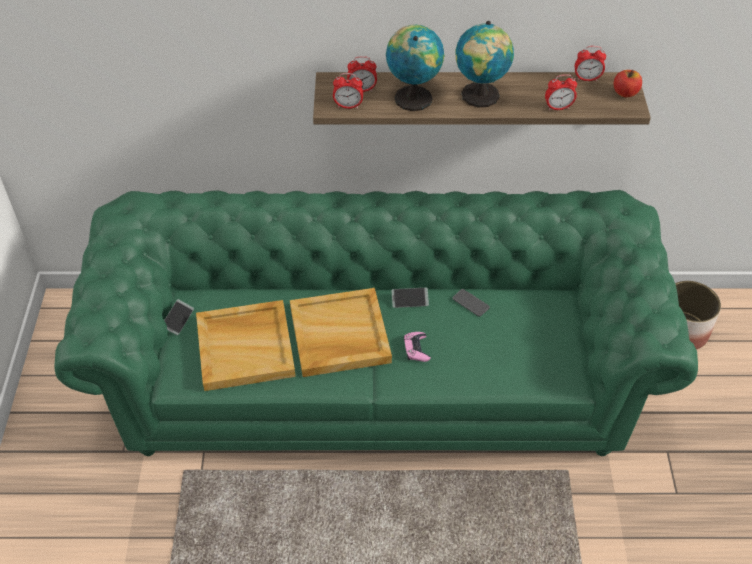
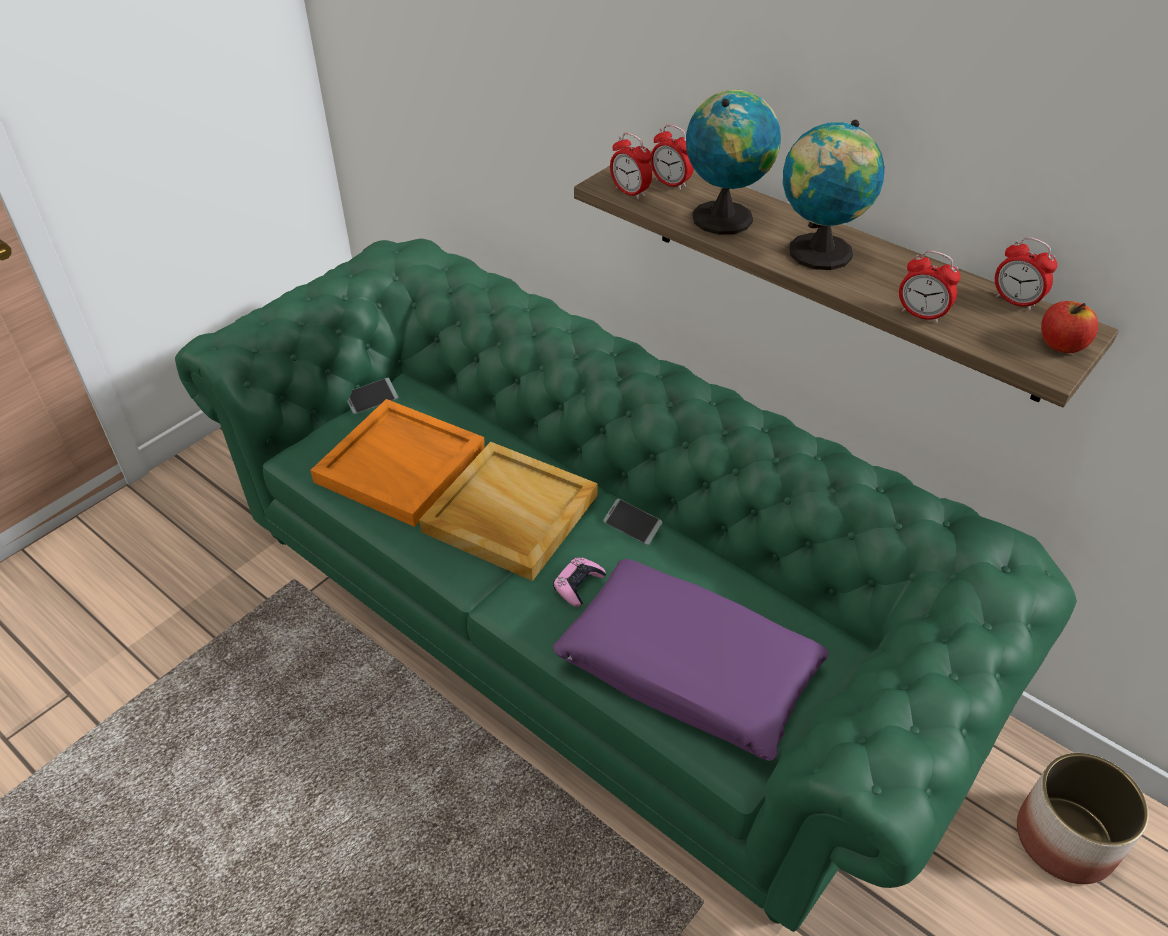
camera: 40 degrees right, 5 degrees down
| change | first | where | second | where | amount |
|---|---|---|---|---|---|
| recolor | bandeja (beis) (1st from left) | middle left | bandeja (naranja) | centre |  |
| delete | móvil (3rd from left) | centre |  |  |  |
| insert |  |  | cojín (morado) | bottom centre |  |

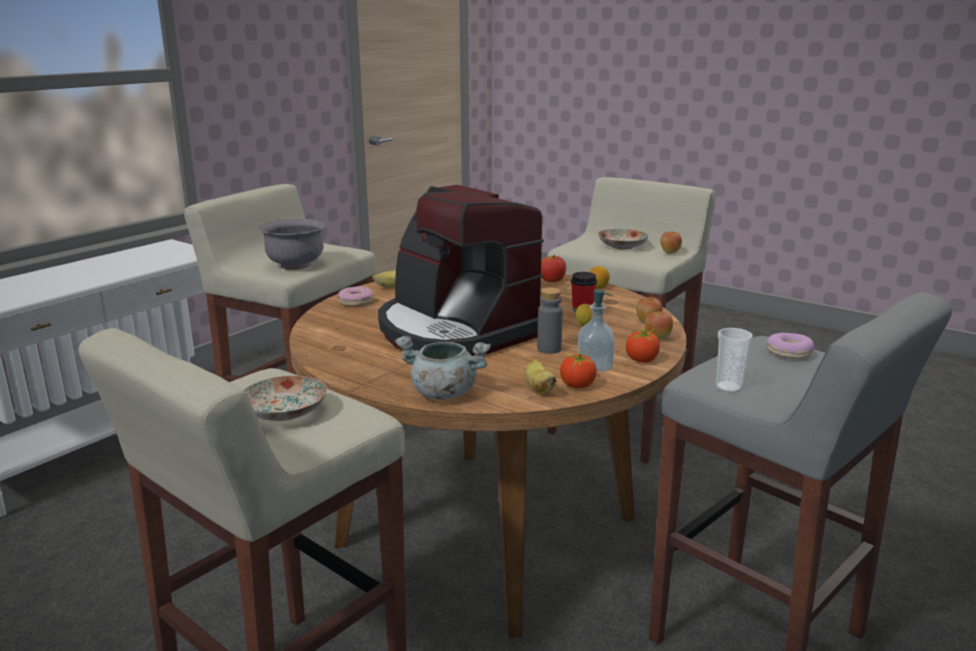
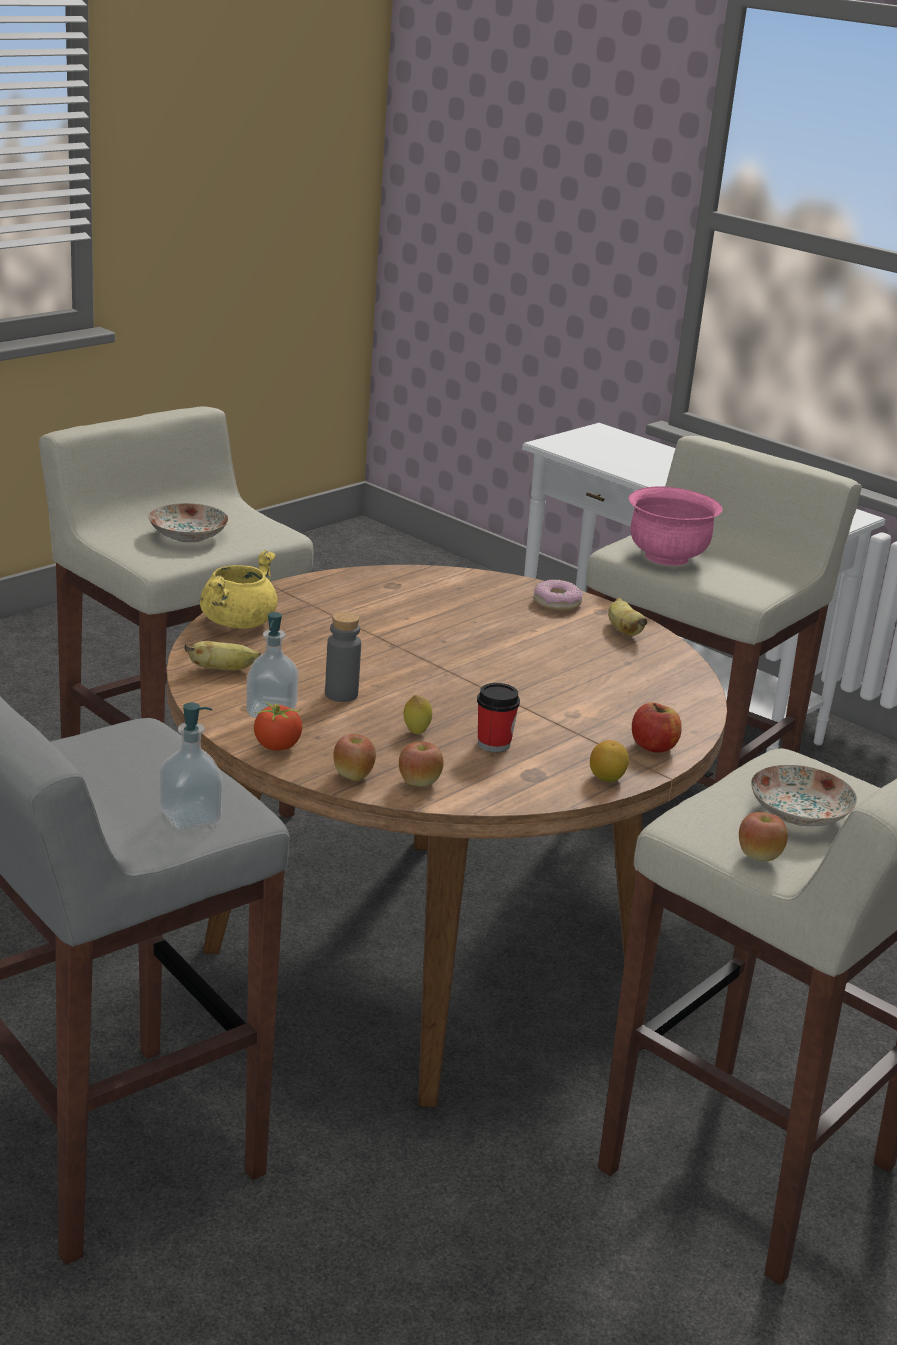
camera: 95 degrees right, 5 degrees up
| change | first | where | second | where | amount |
|---|---|---|---|---|---|
| recolor | cuenco (gris) | middle left | cuenco (rosa) | middle right |  |
| delete | cafetera | centre |  |  |  |
| recolor | olla (gris) | centre | olla (amarillo) | middle left |  |
| delete | tomate (1st from left) | centre |  |  |  |
| delete | taza (2nd from left) | middle right |  |  |  |
| replace | rosquilla (2nd from left) | middle right | dispensador de jabón (1st from left) | middle left |  |

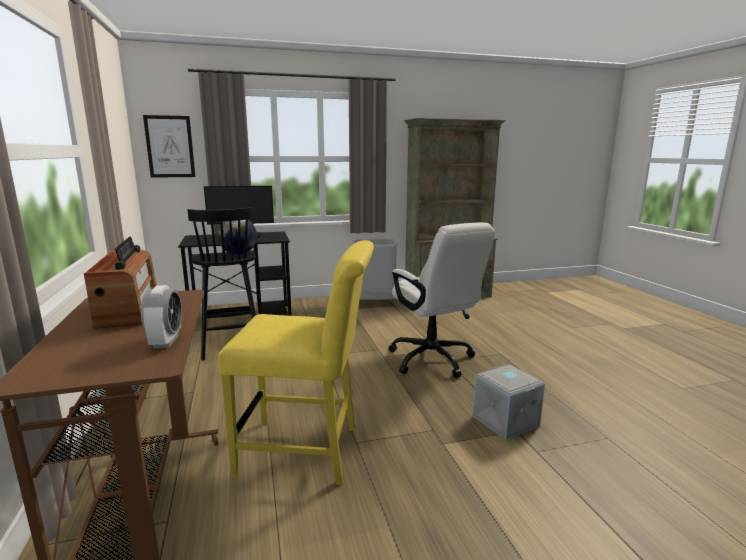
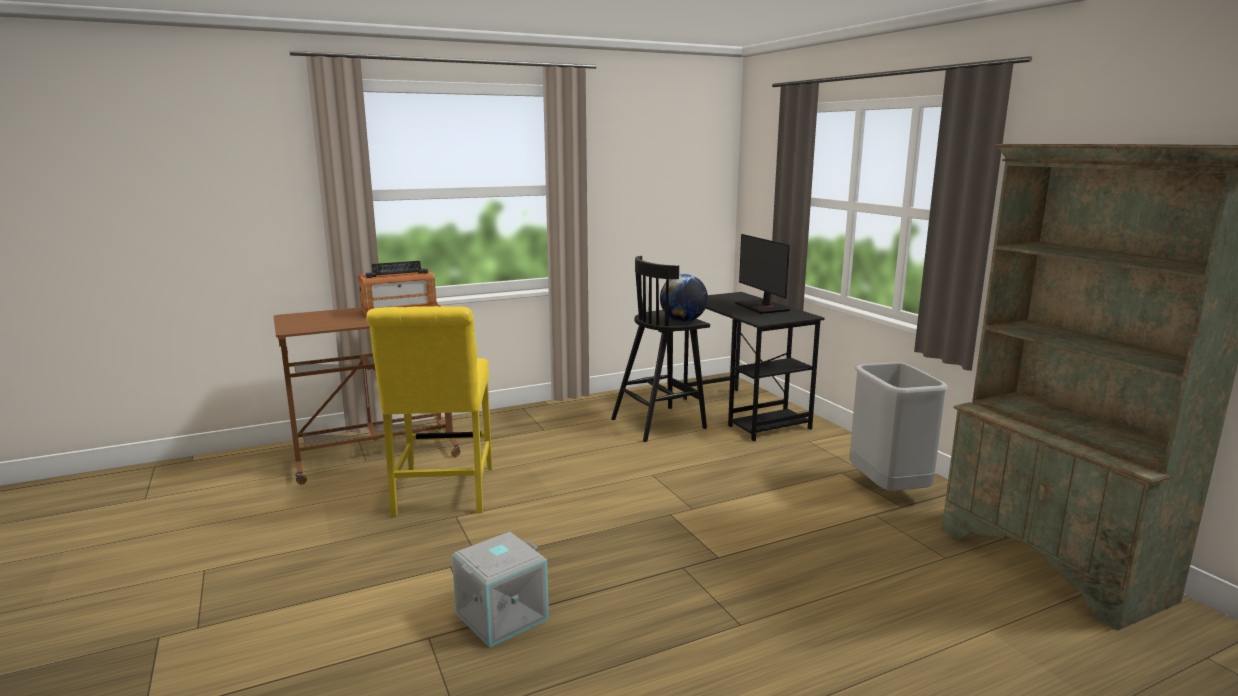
camera: 80 degrees right, 0 degrees up
| change | first | where | second | where | amount |
|---|---|---|---|---|---|
| delete | despertador | middle left |  |  |  |
| delete | cuadro | top left |  |  |  |
| delete | silla de oficina (blanco) | centre |  |  |  |

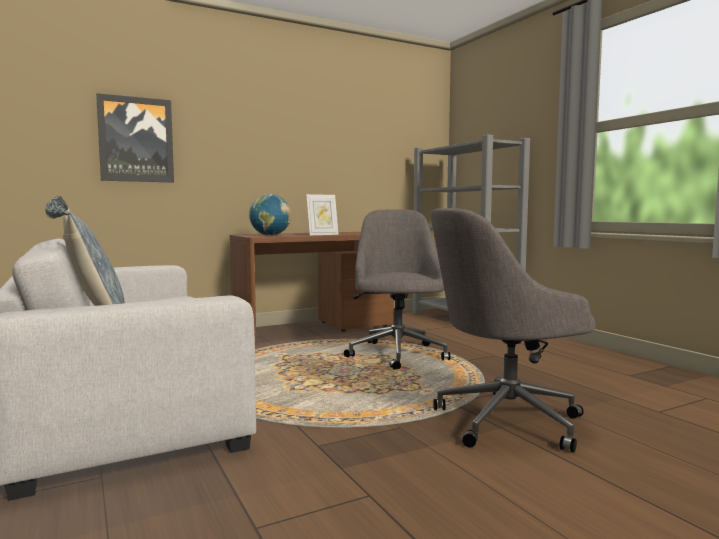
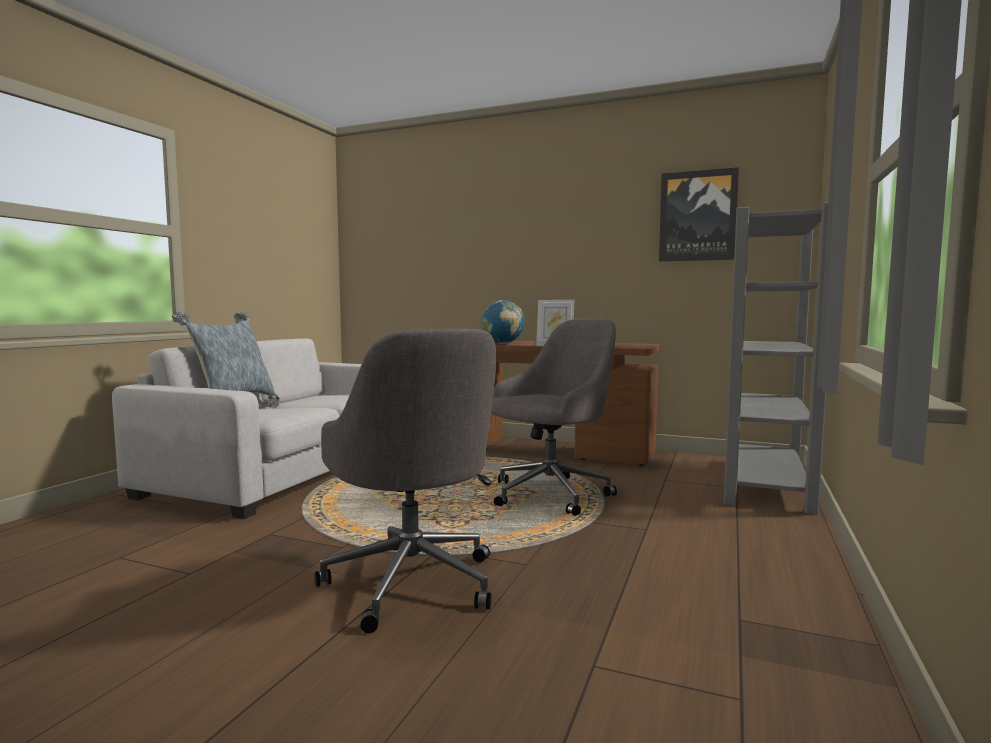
camera: 50 degrees right, 0 degrees up
| change | first | where | second | where | amount |
|---|---|---|---|---|---|
| move | cuadro | top left |  | top right |  |
| rotate | silla de oficina (gris) (2nd from left in the first image) | middle right | silla de oficina (gris) (1st from left) | centre | 150 degrees counterclockwise |

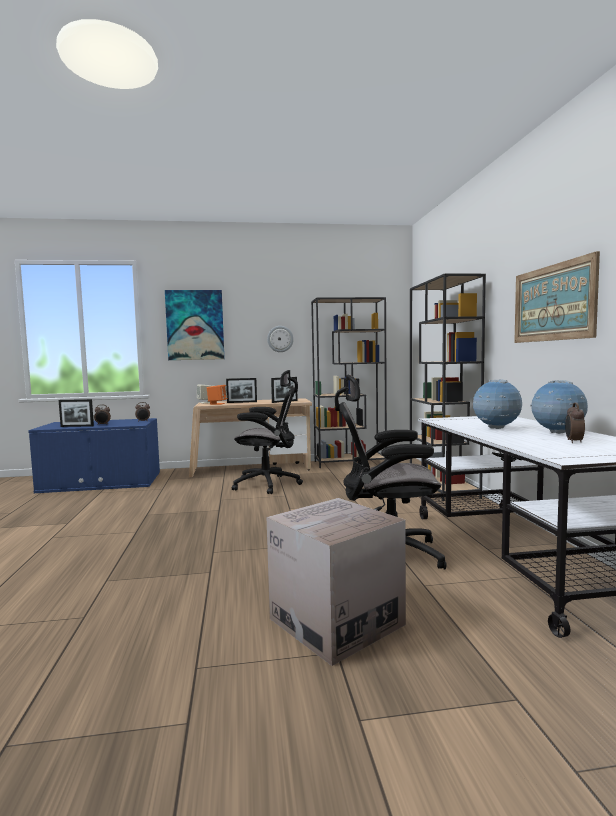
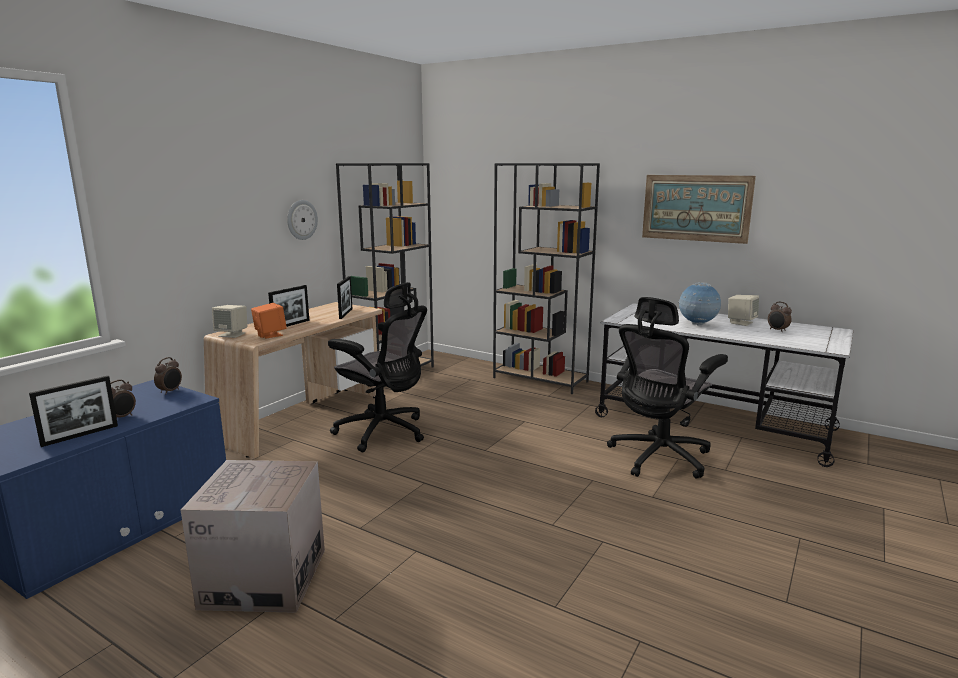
camera: 50 degrees left, 10 degrees up
| change | first | where | second | where | amount |
|---|---|---|---|---|---|
| delete | cuadro (1st from left) | middle left |  |  |  |
| rotate | silla de oficina (1st from left) | centre |  | centre | 75 degrees clockwise |
| move | caja de cartón | bottom centre |  | bottom left |  |
| replace | globo terráqueo (2nd from left) | middle right | altavoz (beis) (2nd from left) | middle right |  |

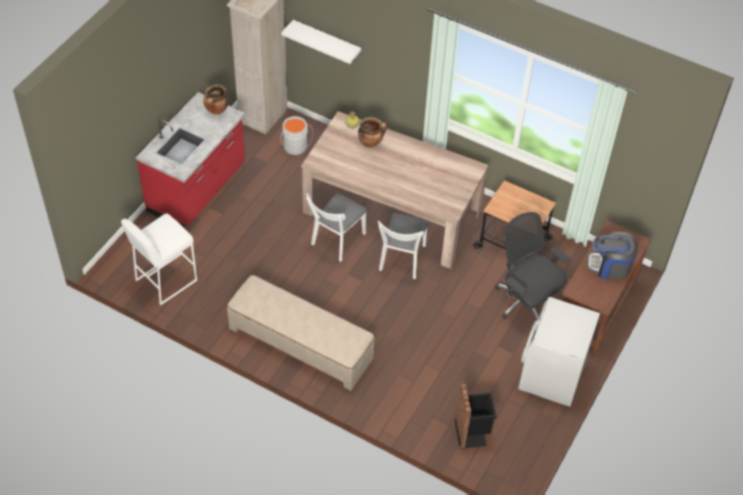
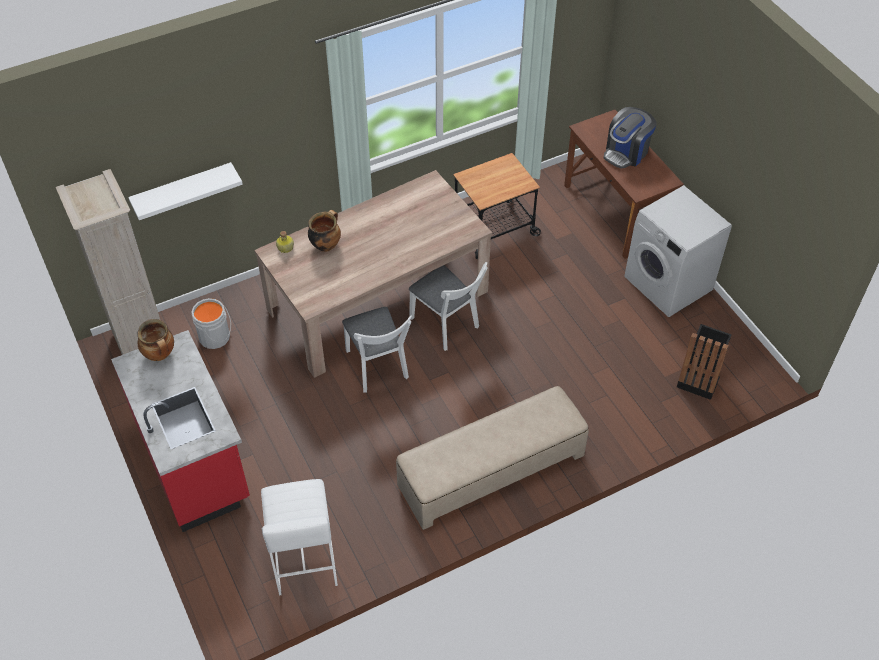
camera: 55 degrees left, 0 degrees up
| change | first | where | second | where | amount |
|---|---|---|---|---|---|
| delete | silla de oficina | middle right |  |  |  |

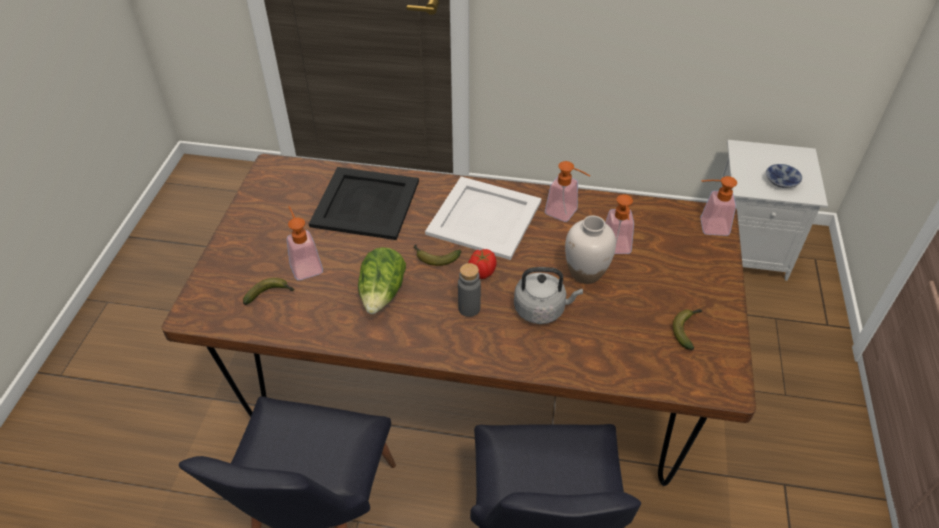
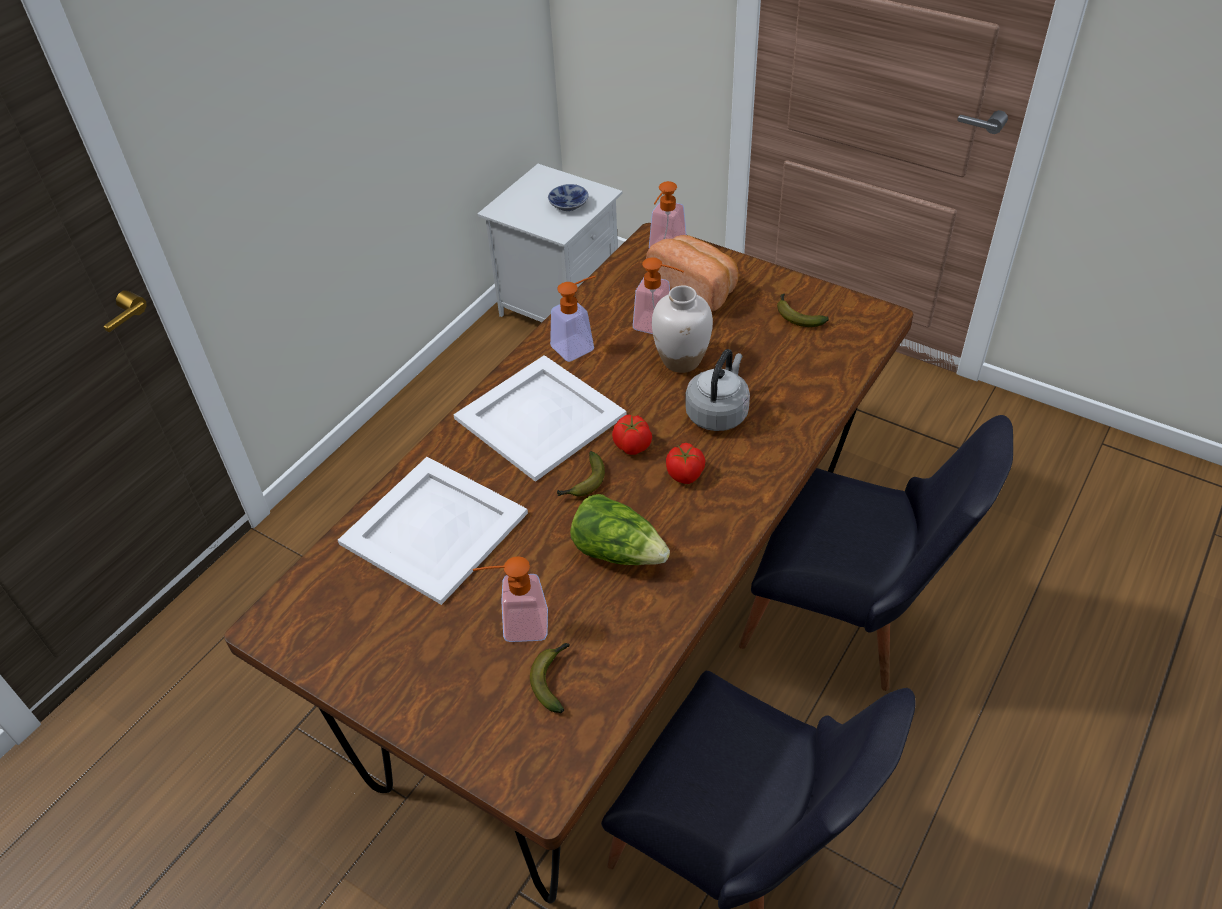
camera: 65 degrees left, 0 degrees up
| change | first | where | second | where | amount |
|---|---|---|---|---|---|
| recolor | bandeja (negro) | centre | bandeja (blanco) (1st from left) | centre |  |
| replace | botella (gris) | centre | tomate (2nd from left) | centre |  |
| insert |  |  | pan | top centre |  |

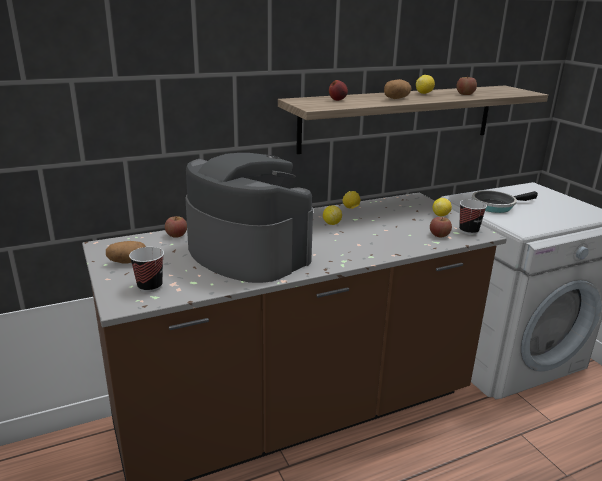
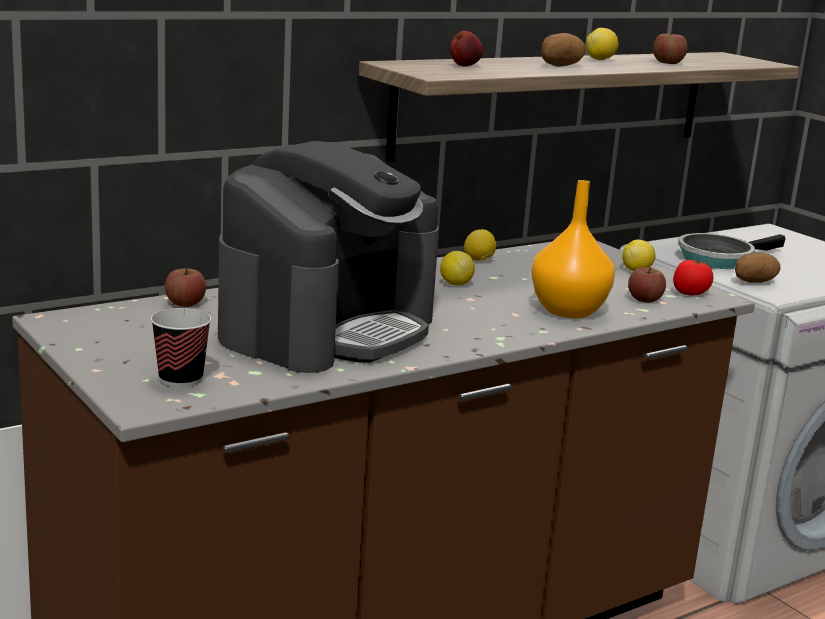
camera: 10 degrees left, 5 degrees down
| change | first | where | second | where | amount |
|---|---|---|---|---|---|
| move | patata (1st from left in the first image) | middle left | patata (2nd from left) | middle right |  |
| rotate | cafetera | centre |  | centre | 90 degrees clockwise |
| replace | taza (2nd from left) | middle right | tomate | middle right |  |
| insert |  |  | florero (naranja) | middle right |  |

